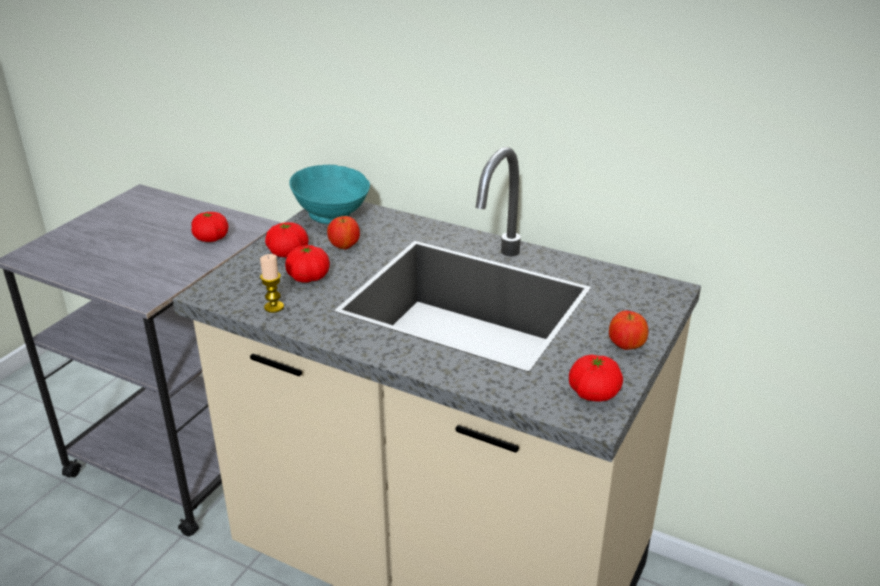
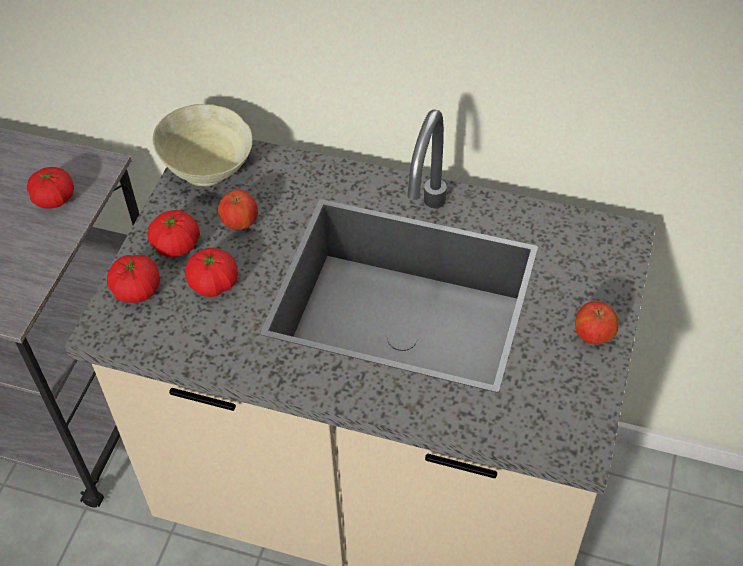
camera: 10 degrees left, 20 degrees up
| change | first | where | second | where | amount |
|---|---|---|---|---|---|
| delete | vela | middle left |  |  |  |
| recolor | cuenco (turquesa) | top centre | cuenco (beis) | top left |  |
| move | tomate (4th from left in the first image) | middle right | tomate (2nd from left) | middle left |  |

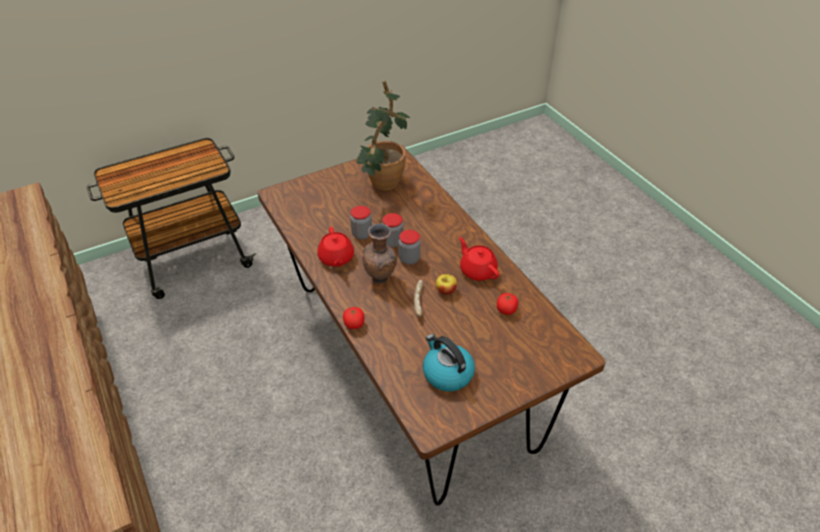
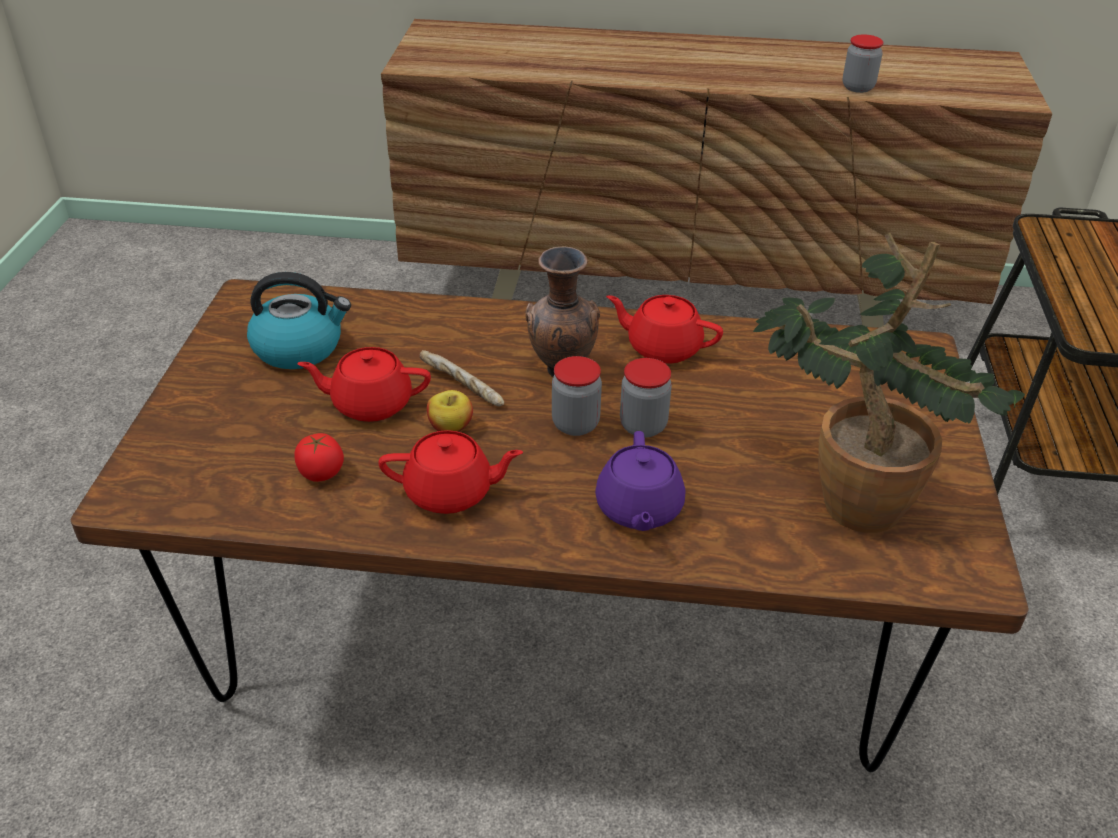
camera: 125 degrees right, 5 degrees down
| change | first | where | second | where | amount |
|---|---|---|---|---|---|
| delete | tomate (1st from left) | centre |  |  |  |
| move | tarro (1st from left in the first image) | centre | tarro (3rd from left) | top right |  |
| insert |  |  | tetera (rojo) (1st from left) | middle left |  |
| insert |  |  | tetera (morado) | centre |  |

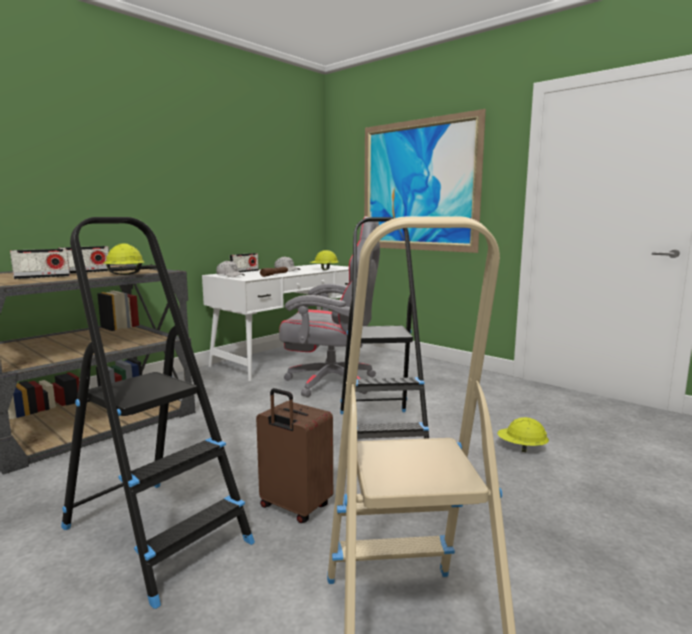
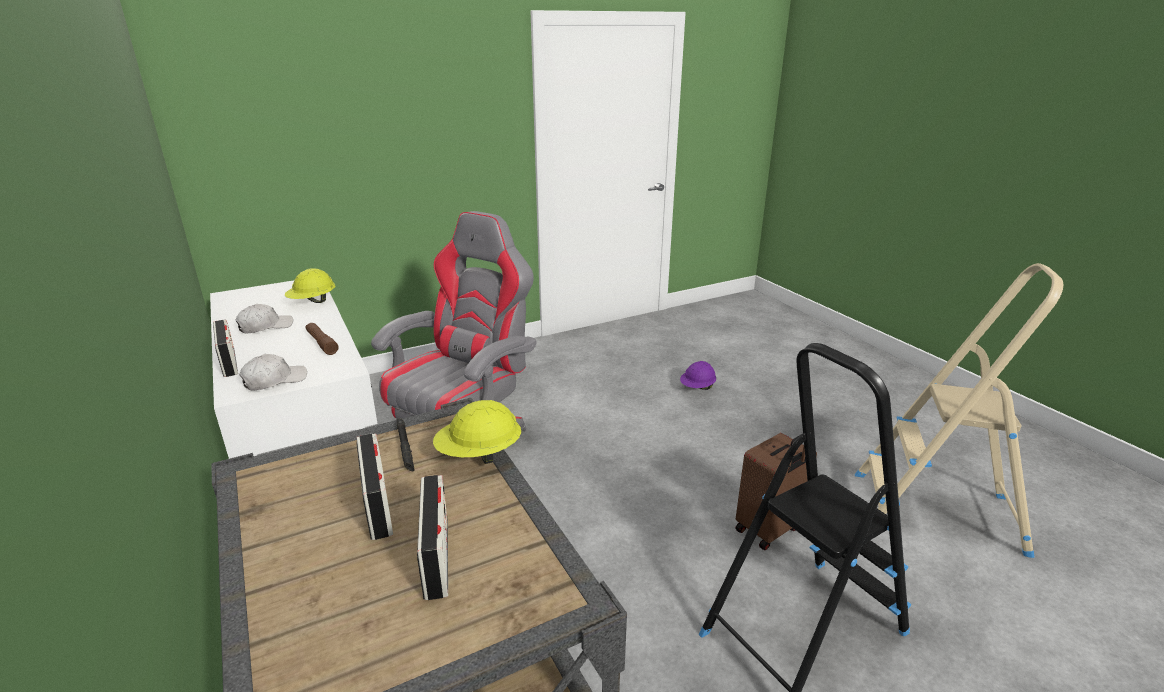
camera: 70 degrees left, 15 degrees up
| change | first | where | second | where | amount |
|---|---|---|---|---|---|
| delete | escalera de tijera (negro) (2nd from left) | centre |  |  |  |
| delete | cuadro | top centre |  |  |  |
| recolor | casco (amarillo) (3rd from left) | bottom right | casco (morado) | centre |  |

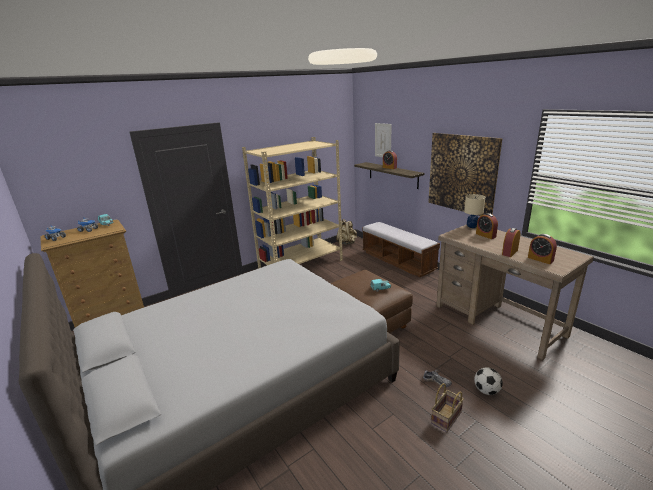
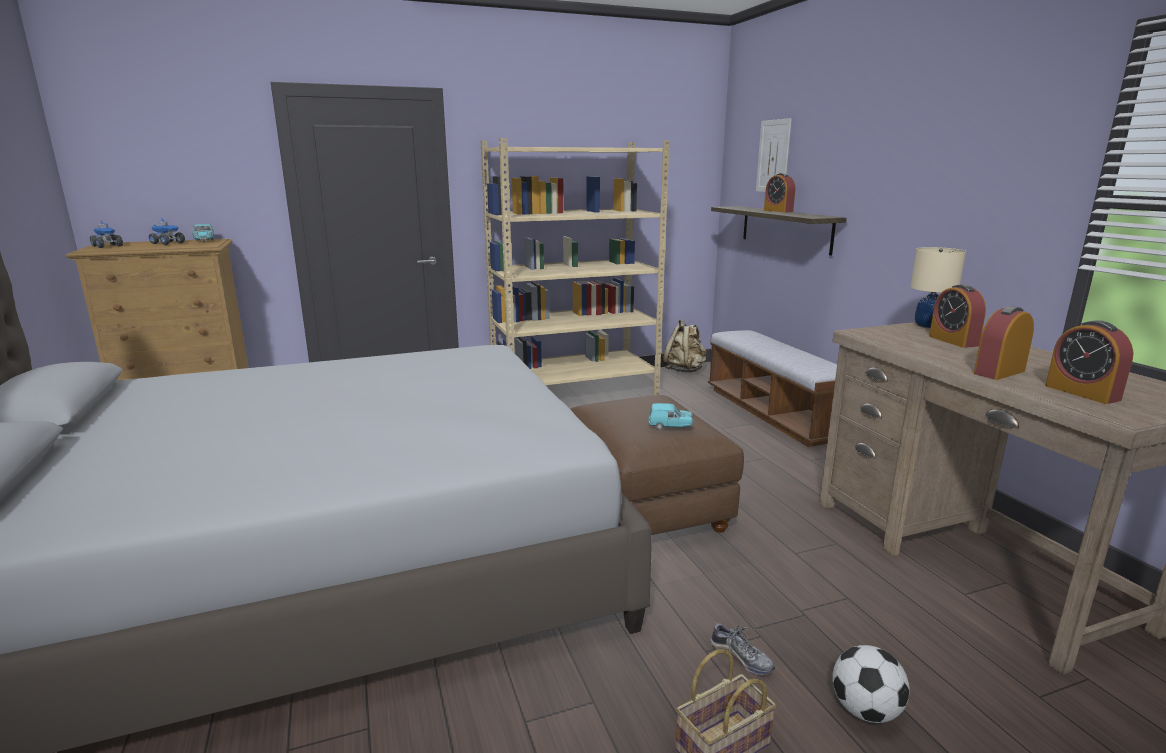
camera: 15 degrees right, 5 degrees down
| change | first | where | second | where | amount |
|---|---|---|---|---|---|
| delete | cuadro (2nd from left) | middle right |  |  |  |

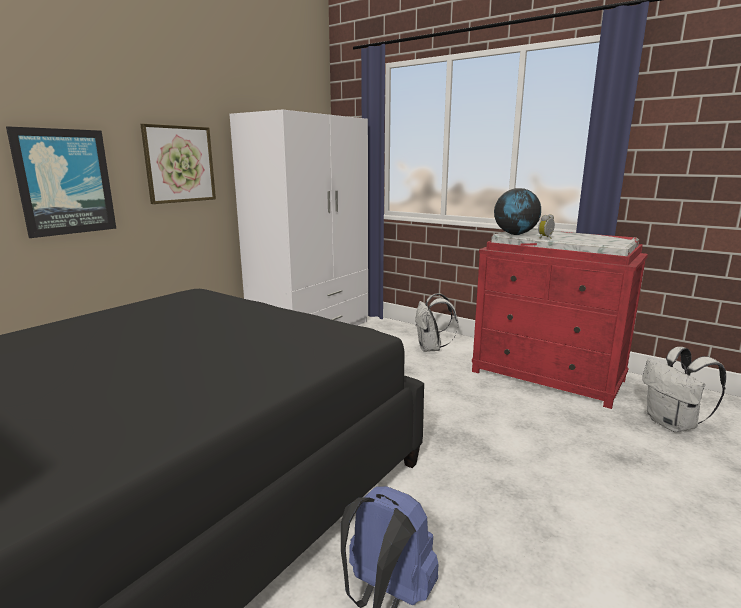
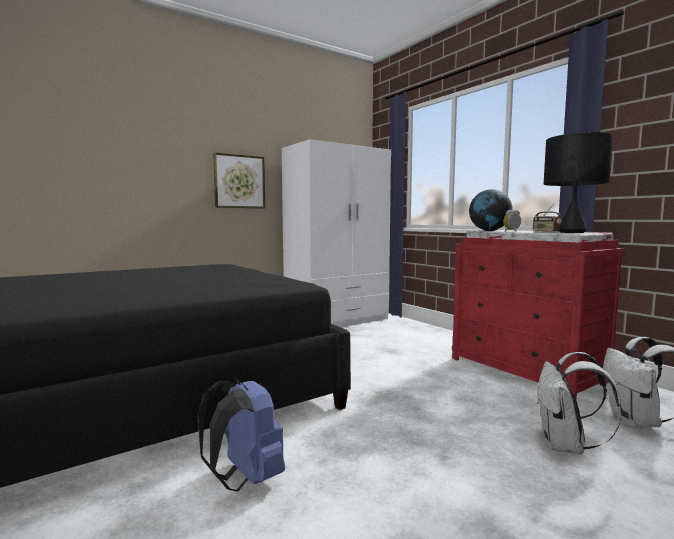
camera: 20 degrees right, 10 degrees down
| change | first | where | second | where | amount |
|---|---|---|---|---|---|
| delete | cuadro (1st from left) | top left |  |  |  |
| move | mochila (blanco) (1st from left) | centre |  | bottom right |  |
| insert |  |  | radio | middle right |  |
| insert |  |  | lámpara de mesa (negro) | middle right |  |

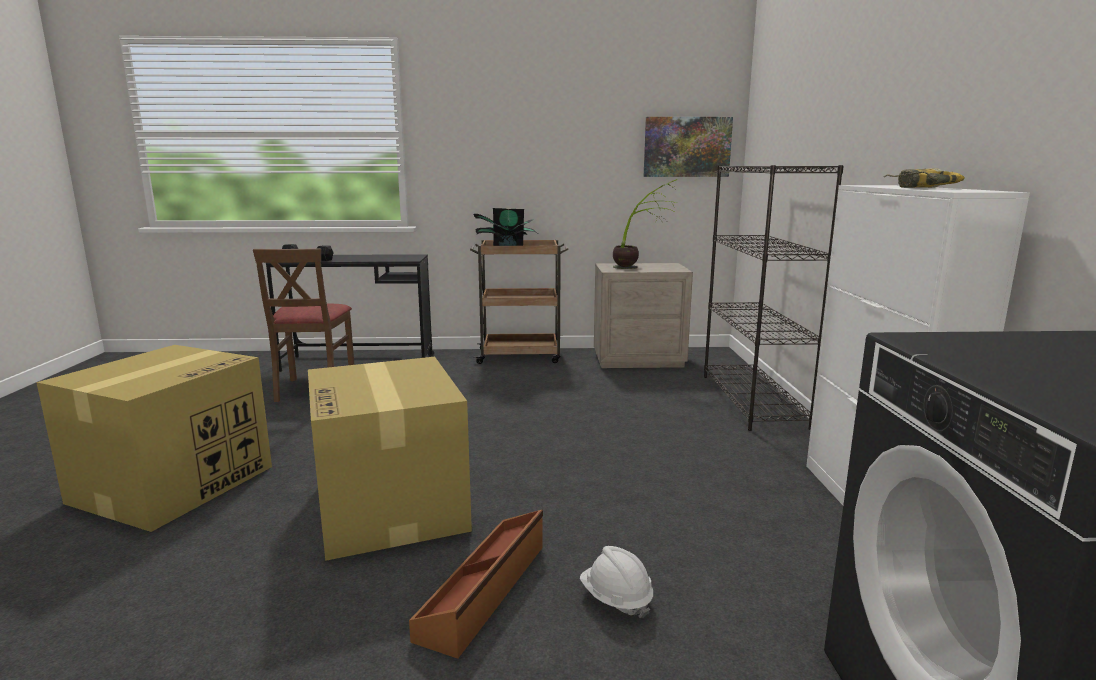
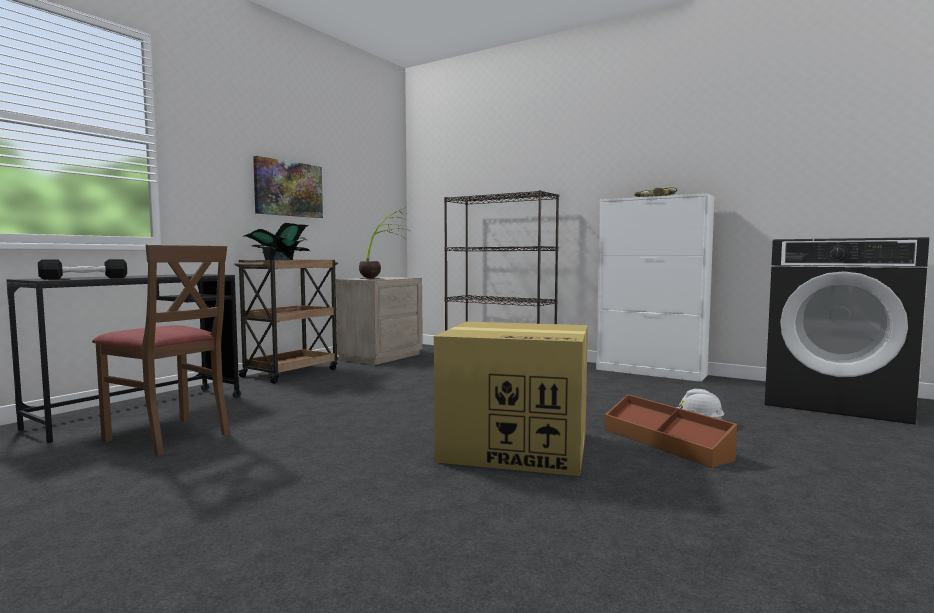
camera: 55 degrees left, 10 degrees down
| change | first | where | second | where | amount |
|---|---|---|---|---|---|
| delete | caja de cartón (1st from left) | middle left |  |  |  |
| move | cuadro | top centre |  | top left |  |

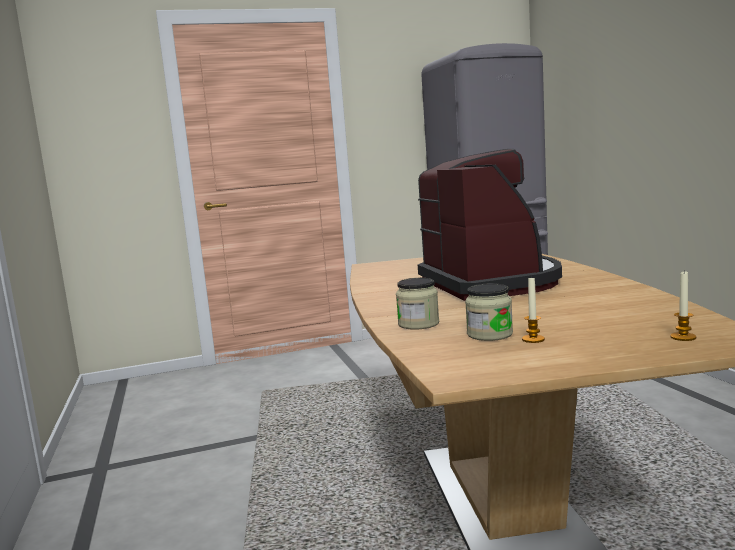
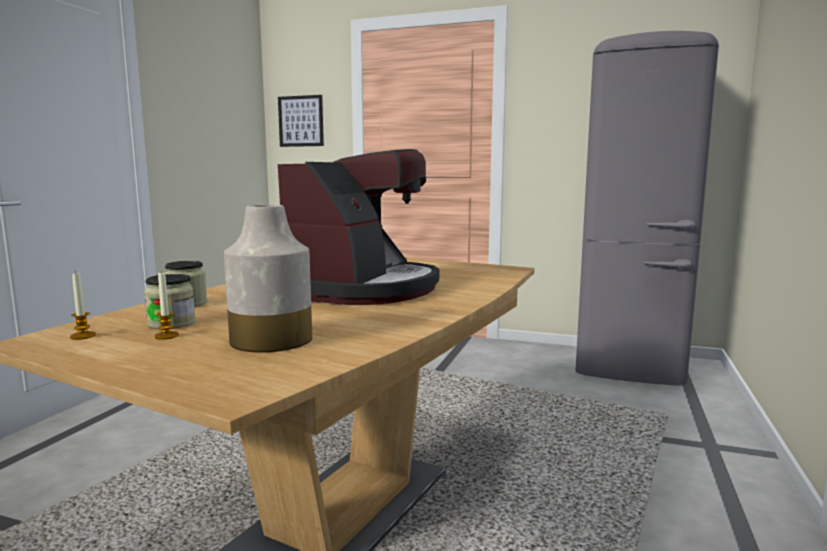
camera: 35 degrees right, 0 degrees up
| change | first | where | second | where | amount |
|---|---|---|---|---|---|
| move | vela (2nd from left in the first image) | middle right | vela (1st from left) | middle left |  |
| insert |  |  | florero (beis) | middle left |  |
| insert |  |  | cuadro | top centre |  |

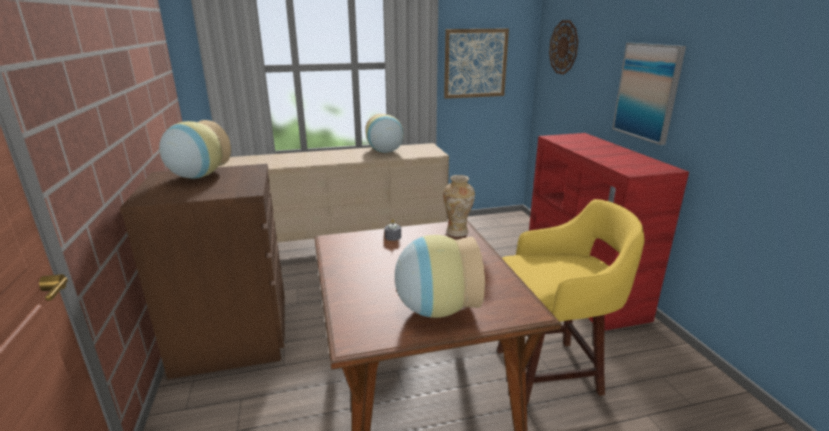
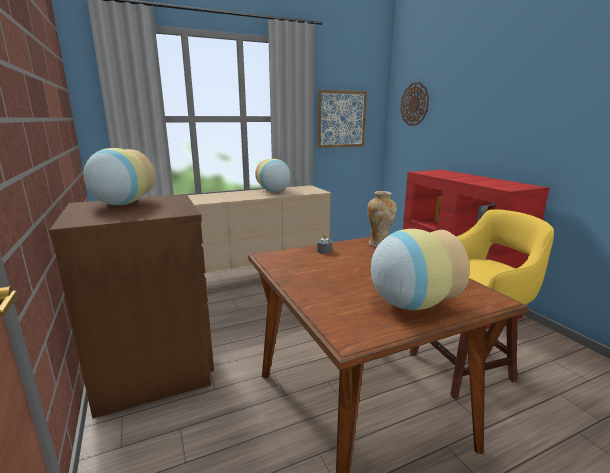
camera: 10 degrees left, 5 degrees down
| change | first | where | second | where | amount |
|---|---|---|---|---|---|
| delete | cuadro (2nd from left) | top right |  |  |  |

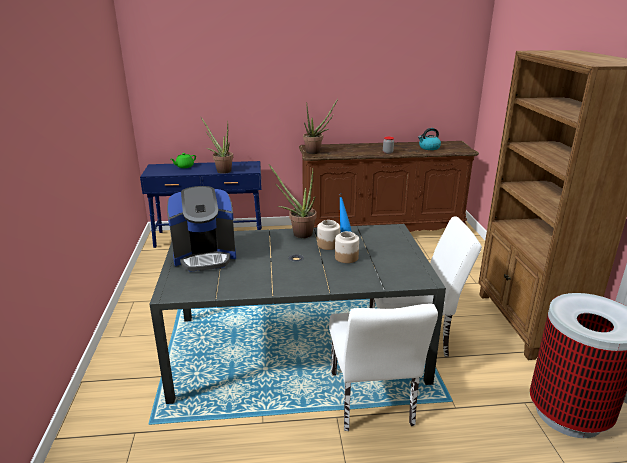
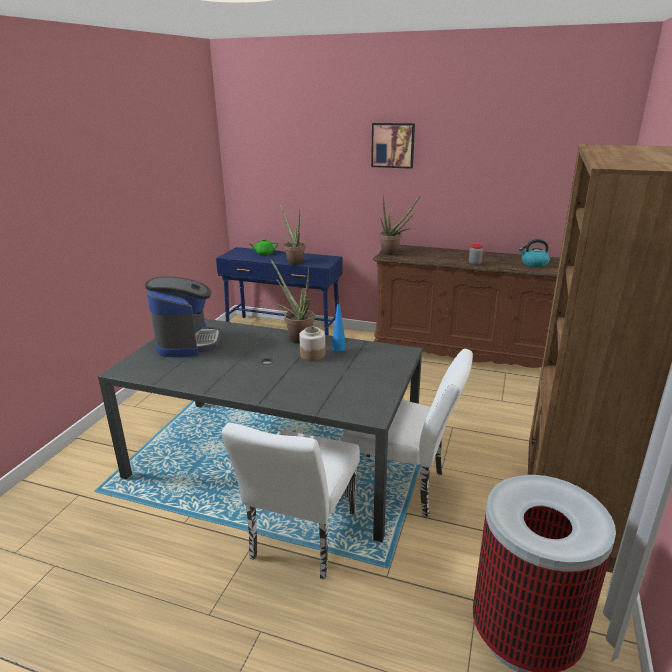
camera: 25 degrees right, 0 degrees up
| change | first | where | second | where | amount |
|---|---|---|---|---|---|
| rotate | cafetera | middle left |  | middle left | 105 degrees counterclockwise |
| delete | tarro (2nd from left) | centre |  |  |  |
| insert |  |  | cuadro | top centre |  |

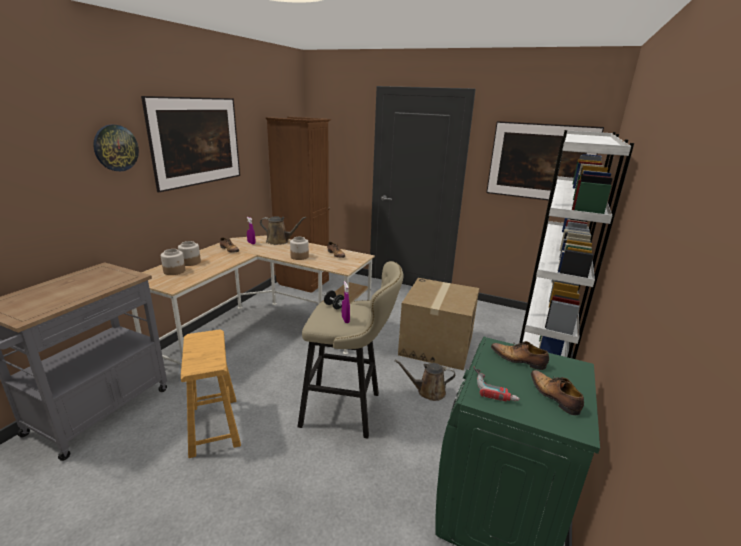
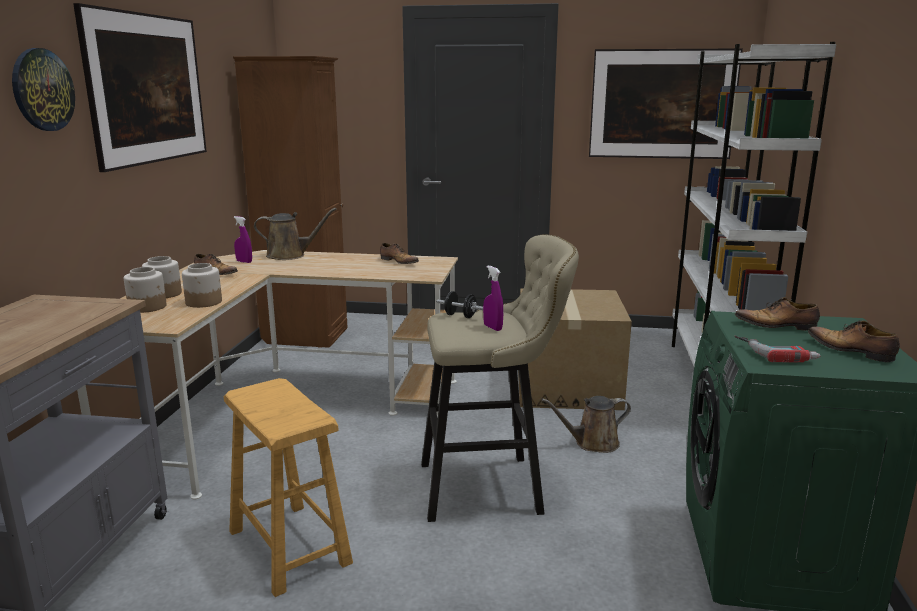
camera: 15 degrees left, 5 degrees down
| change | first | where | second | where | amount |
|---|---|---|---|---|---|
| move | tarro (3rd from left) | centre |  | middle left |  |

